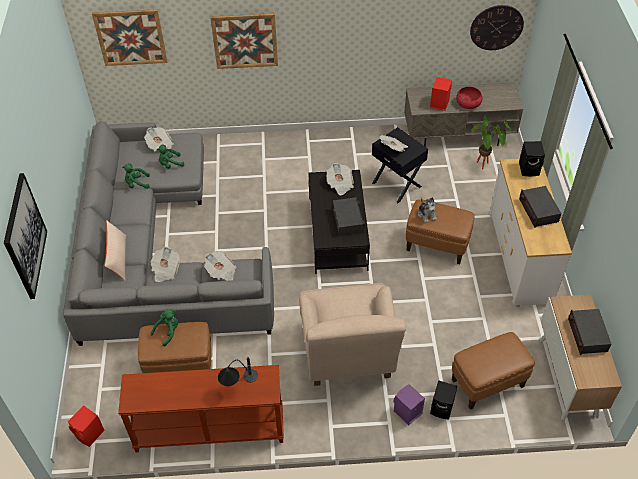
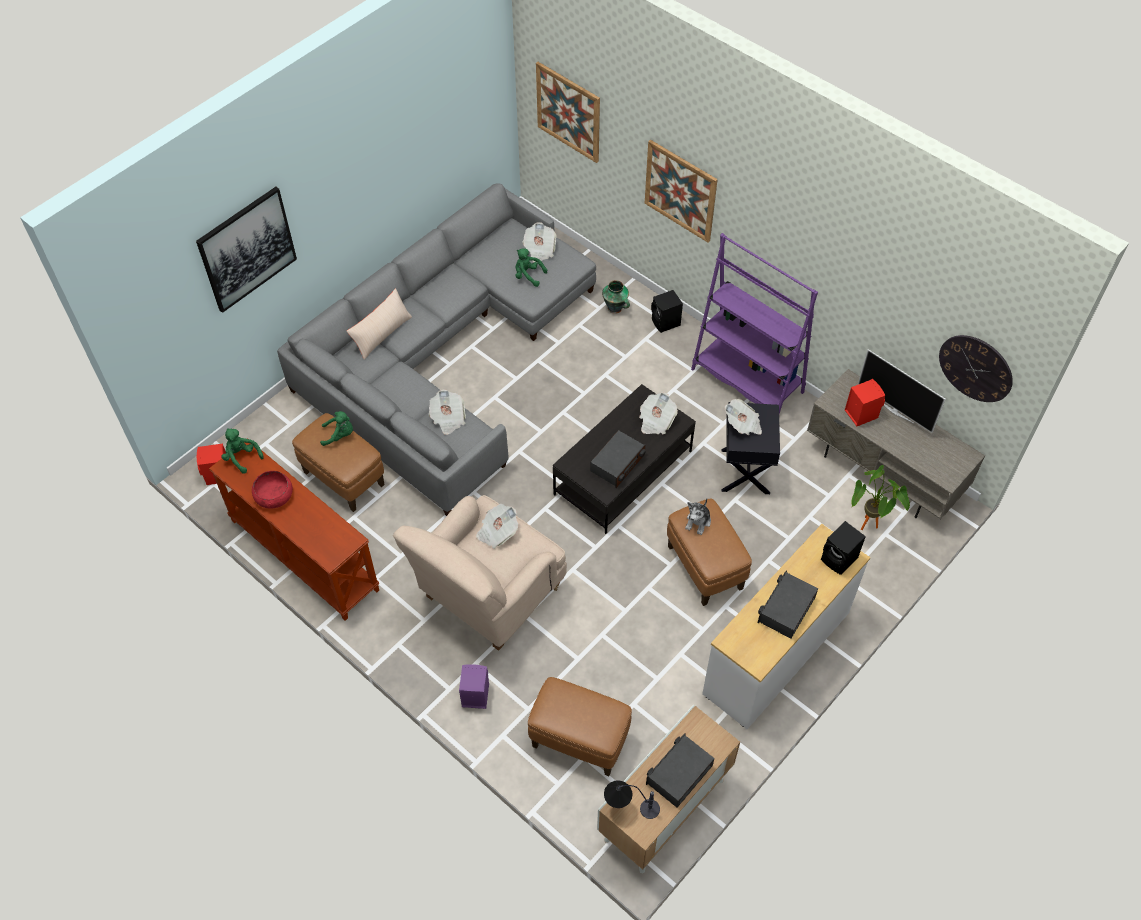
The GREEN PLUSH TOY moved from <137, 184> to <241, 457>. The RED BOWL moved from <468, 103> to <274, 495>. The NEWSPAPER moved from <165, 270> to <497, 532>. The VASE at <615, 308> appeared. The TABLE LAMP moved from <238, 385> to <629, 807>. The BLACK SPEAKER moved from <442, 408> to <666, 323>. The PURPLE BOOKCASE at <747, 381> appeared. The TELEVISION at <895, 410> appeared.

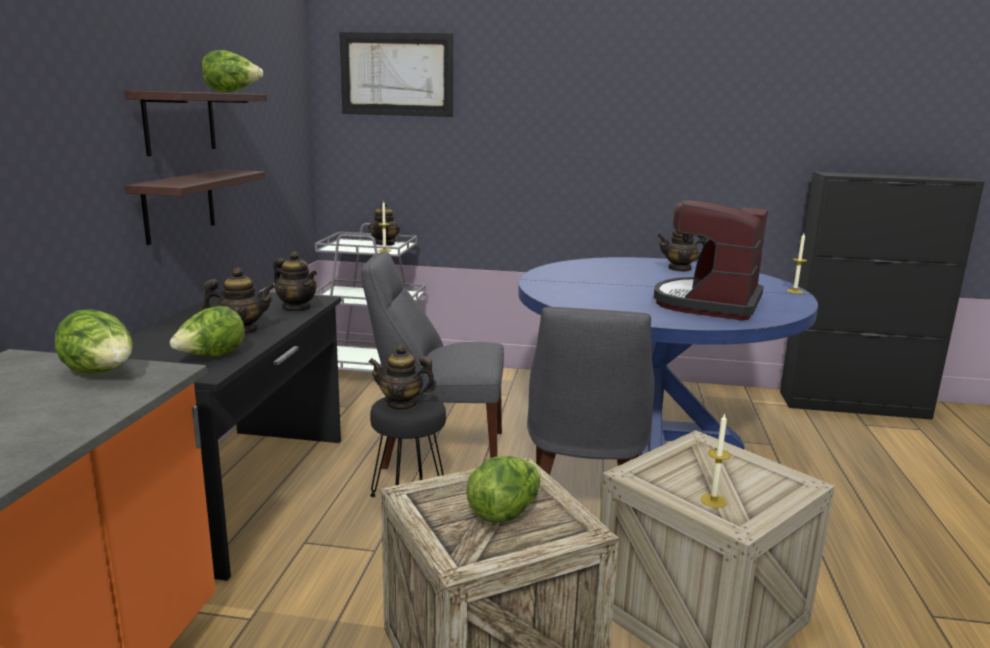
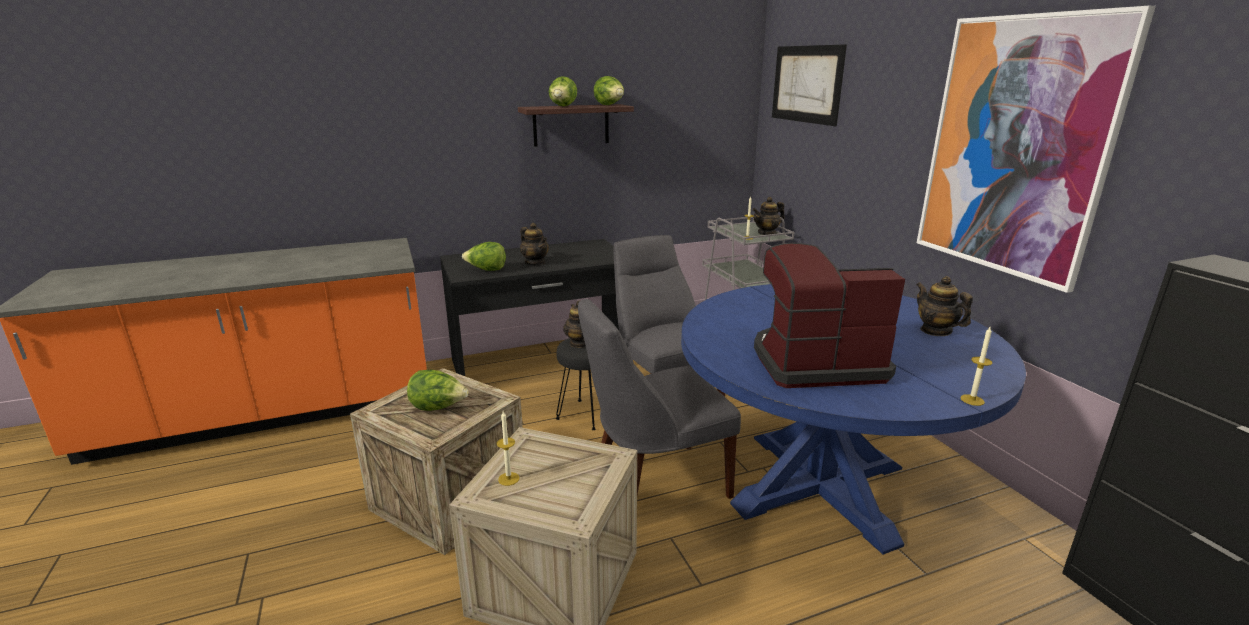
The LETTUCE moved from <101, 373> to <563, 106>. The PICTURE at <1015, 147> appeared. The SHELF at <179, 205> disappeared. The TEAPOT at <297, 308> disappeared.

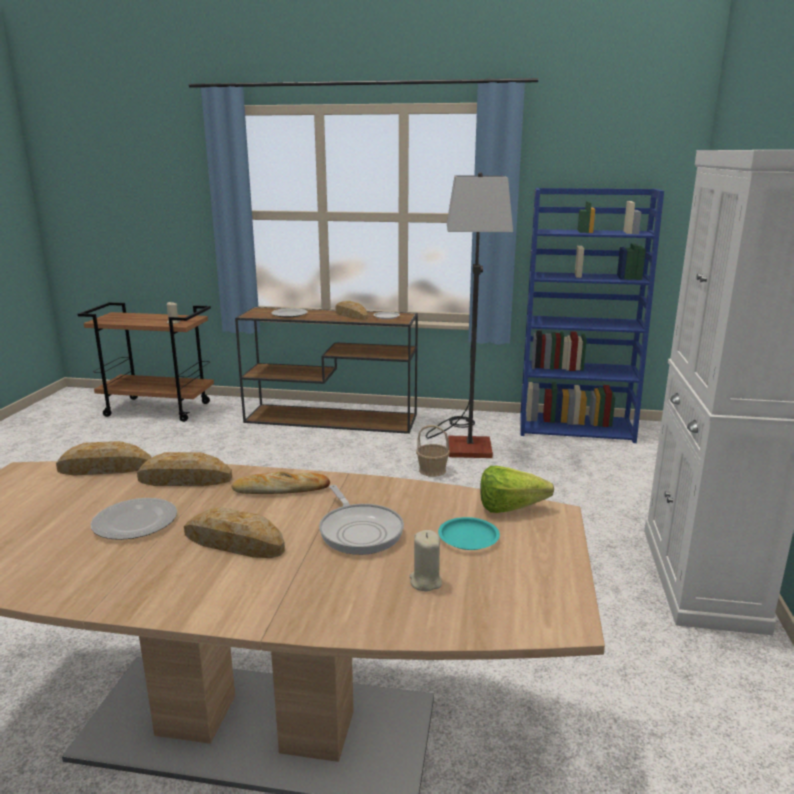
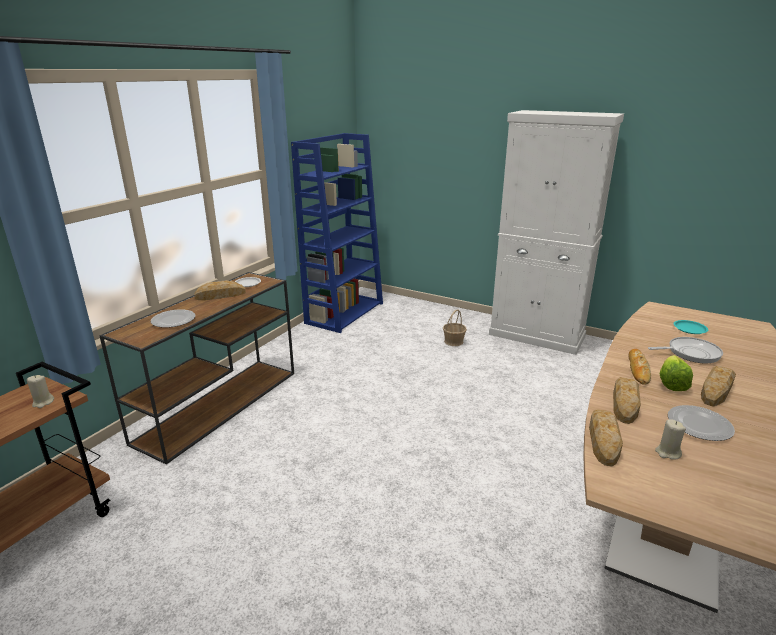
The BASKET moved from <432, 470> to <454, 341>. The BEIGE CANDLE moved from <425, 582> to <667, 453>. The LETTUCE moved from <516, 509> to <672, 382>. The FLOOR LAMP at <464, 442> disappeared.

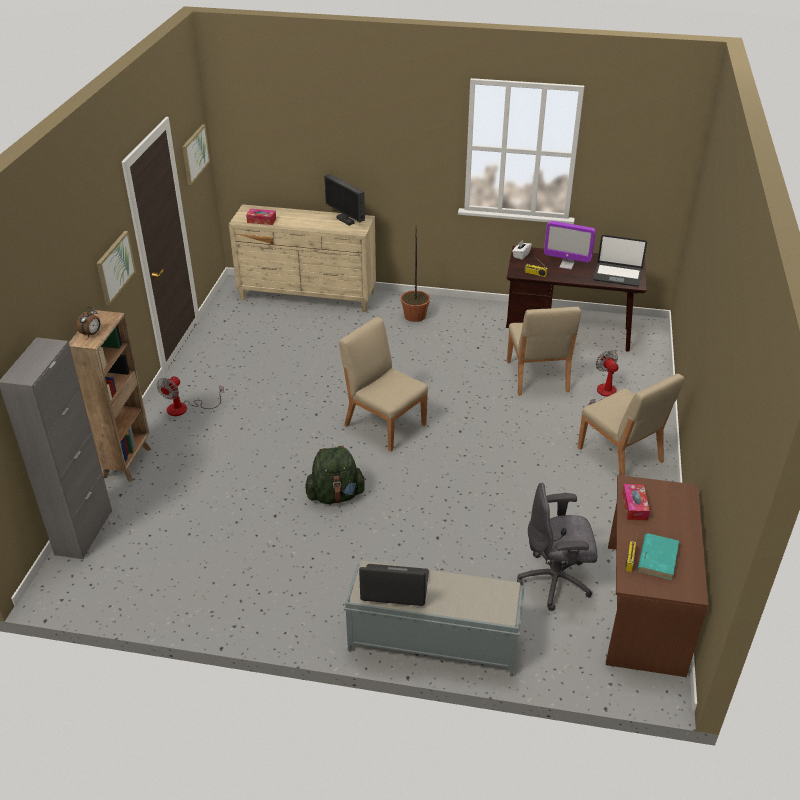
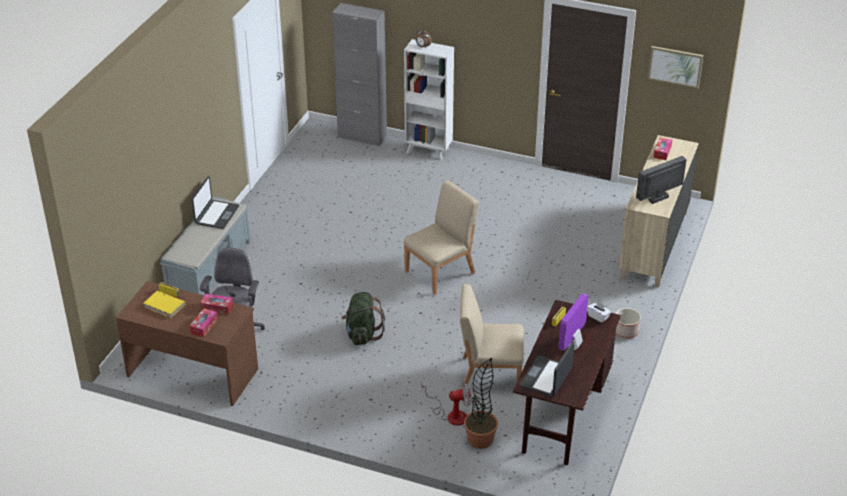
The TURQUOISE BOOK at <657, 558> became the YELLOW BOOK at <165, 306>. The TISSUE BOX at <204, 326> appeared. The GREEN BACKPACK moved from <335, 495> to <362, 334>. The BROWN BOOKCASE at <128, 462> became the WHITE BOOKCASE at <429, 151>. The POTTED PLANT moved from <415, 316> to <480, 440>. The PLANTER at <626, 331> appeared. The PICTURE at <115, 267> disappeared. The FAN at <185, 408> disappeared. The BEIGE CHAIR at <620, 455> disappeared.

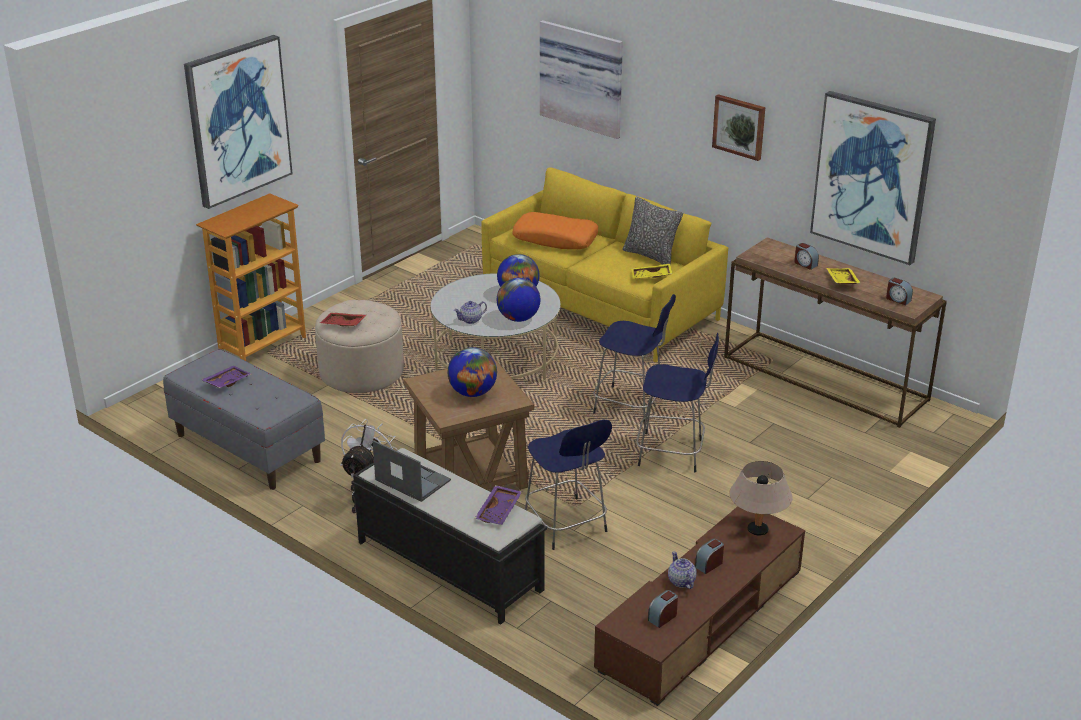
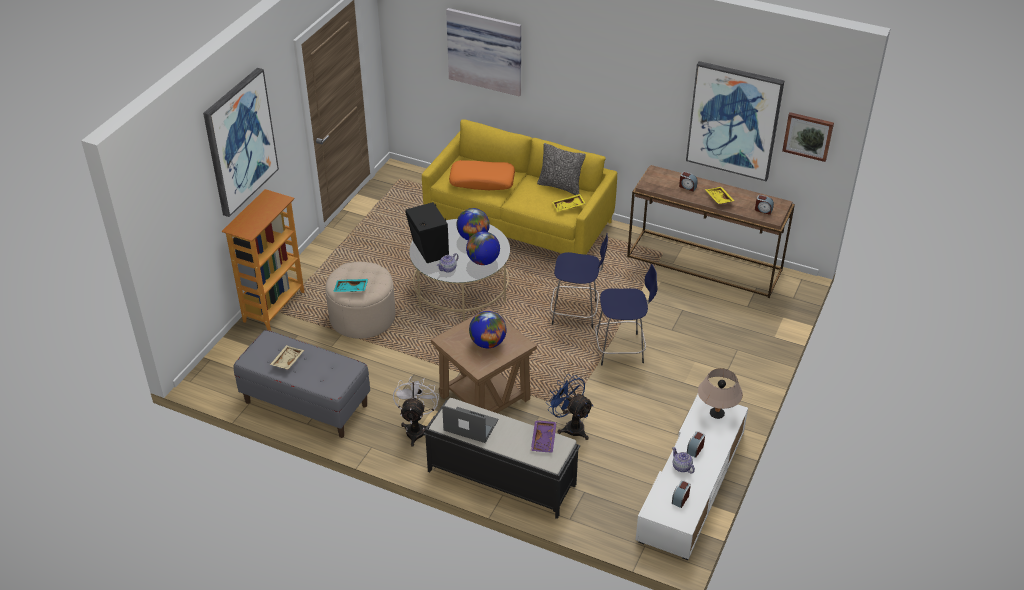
The PURPLE TRAY at <226, 382> became the BEIGE TRAY at <287, 361>. The RED TRAY at <343, 325> became the TURQUOISE TRAY at <351, 289>. The BLACK SPEAKER at <429, 250> appeared. The BLUE STOOL at <566, 525> was replaced by the BLUE FAN at <570, 426>. The BROWN TV STAND at <701, 619> became the WHITE TV STAND at <691, 485>. The PICTURE moved from <739, 126> to <808, 136>.

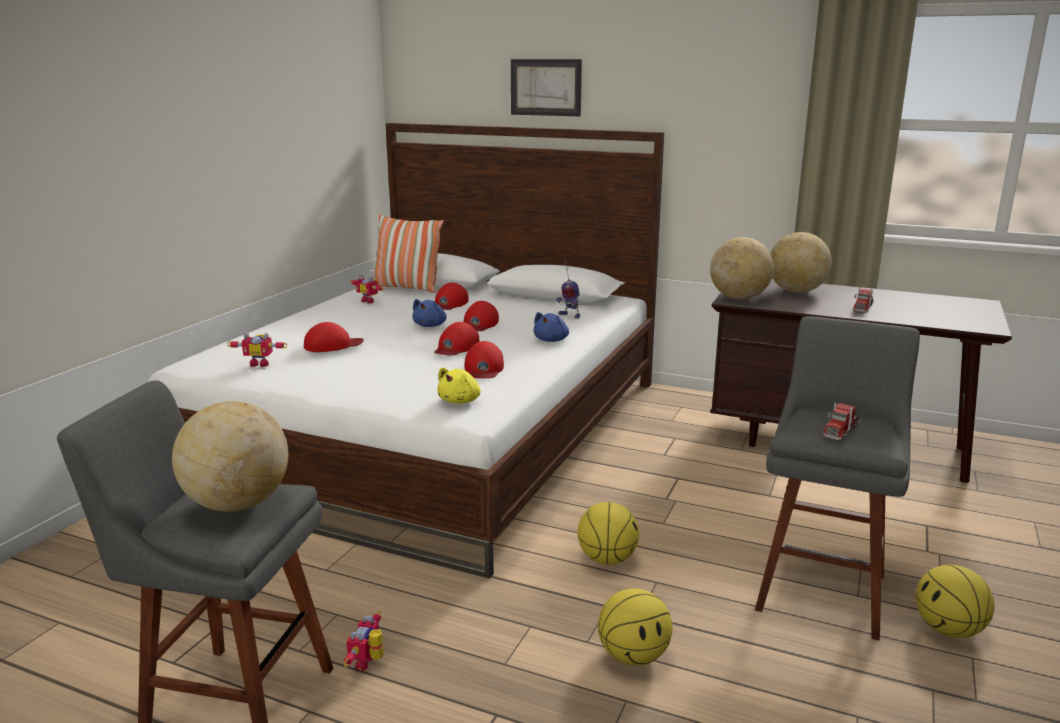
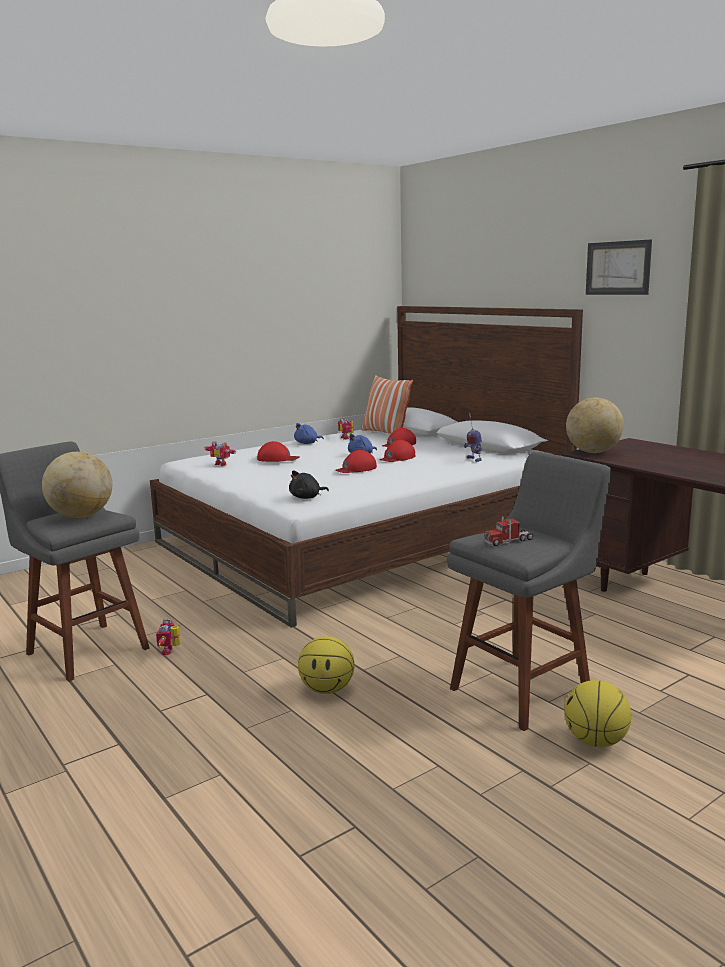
The TOY ROBOT at <369, 663> turned 45 degrees counterclockwise. The YELLOW PLUSH TOY at <460, 401> became the BLACK PLUSH TOY at <307, 497>. The BLUE PLUSH TOY moved from <552, 340> to <307, 443>. The PICTURE moved from <546, 87> to <618, 268>. The RED CAP at <484, 368> disappeared. The BASKETBALL at <607, 559> disappeared. The GLOBE at <796, 291> disappeared. The TOY TRUCK at <863, 307> disappeared.

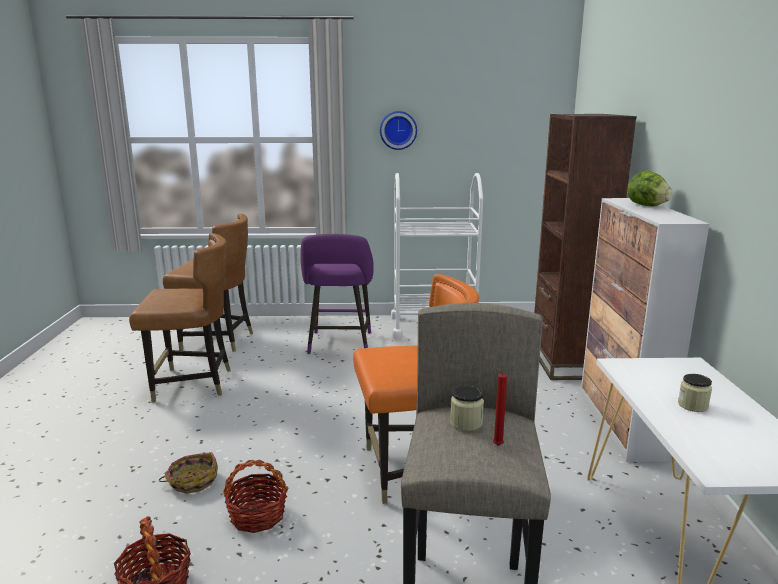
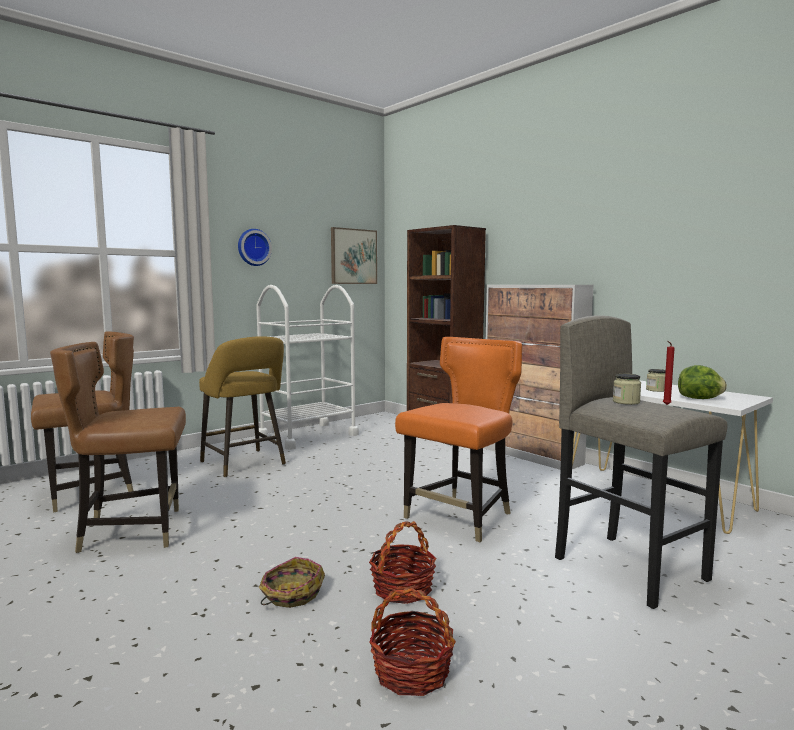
The BROWN CHAIR at <192, 384> turned 150 degrees counterclockwise. The PURPLE STOOL at <339, 345> became the YELLOW STOOL at <245, 464>. The PICTURE at <353, 256> appeared. The LETTUCE moved from <646, 206> to <700, 399>.

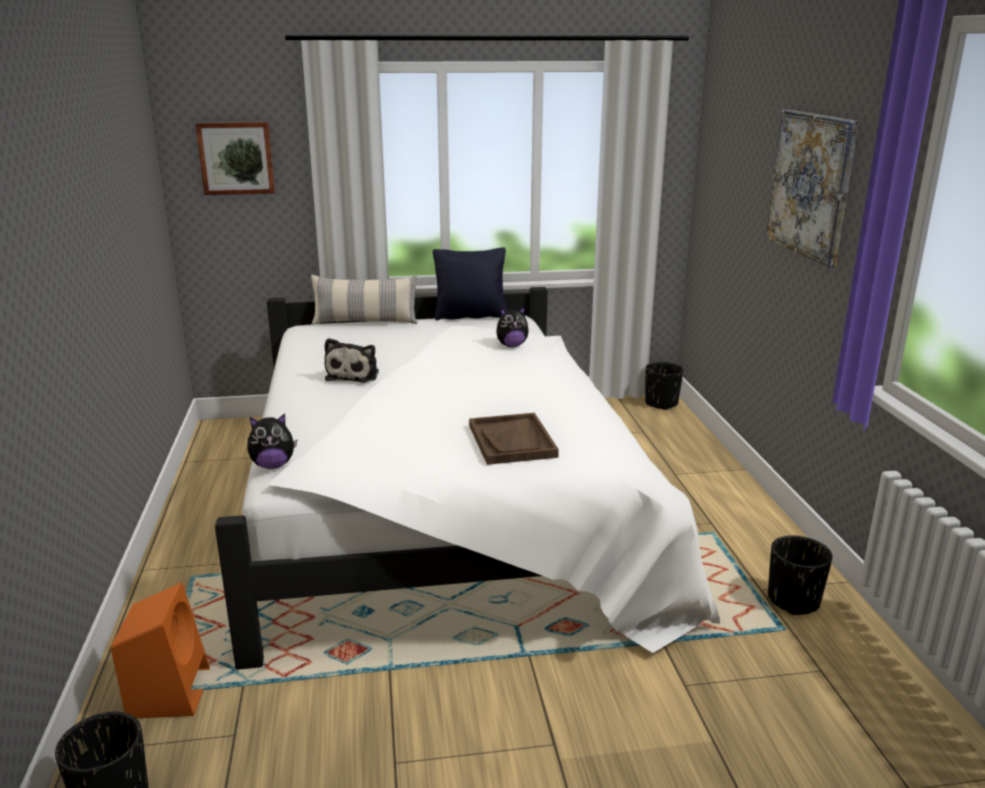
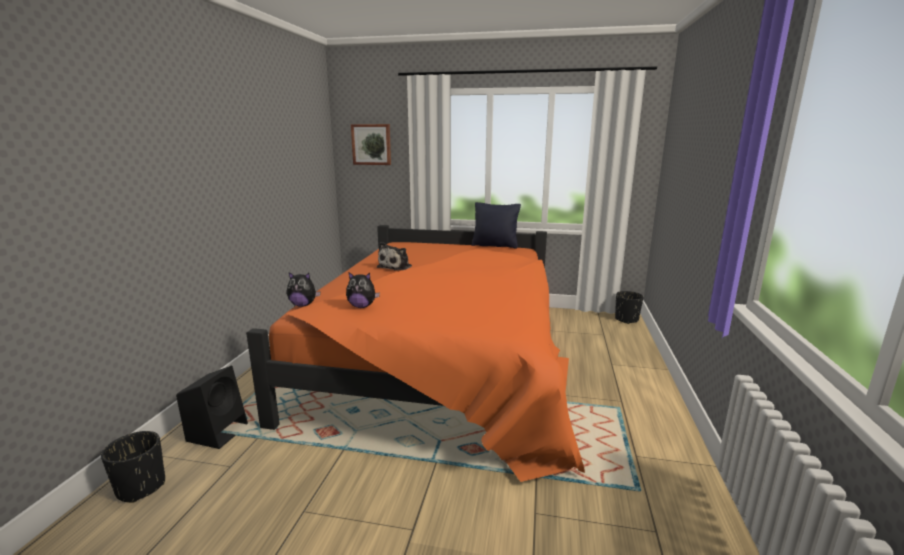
The ORANGE SPEAKER at <169, 691> became the BLACK SPEAKER at <218, 432>. The WHITE BED at <446, 513> became the ORANGE BED at <442, 362>. The PLUSH TOY moved from <511, 345> to <362, 306>. The PILLOW at <365, 322> disappeared. The BROWN TRAY at <512, 441> disappeared. The PICTURE at <811, 185> disappeared. The BLACK PLANTER at <793, 601> disappeared.

